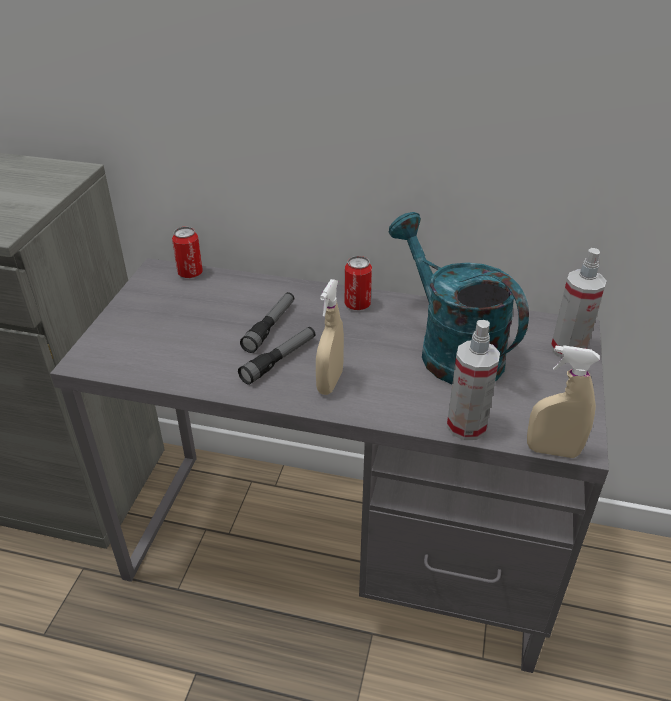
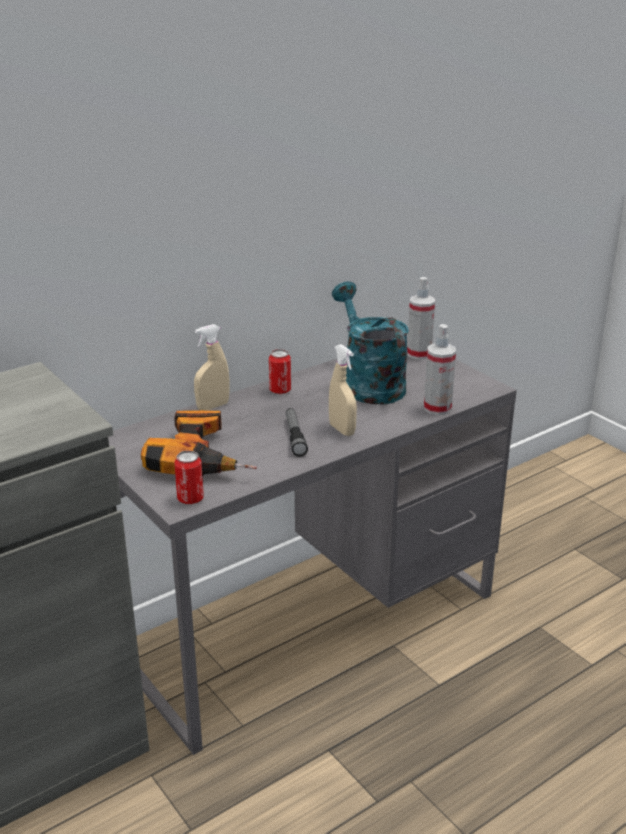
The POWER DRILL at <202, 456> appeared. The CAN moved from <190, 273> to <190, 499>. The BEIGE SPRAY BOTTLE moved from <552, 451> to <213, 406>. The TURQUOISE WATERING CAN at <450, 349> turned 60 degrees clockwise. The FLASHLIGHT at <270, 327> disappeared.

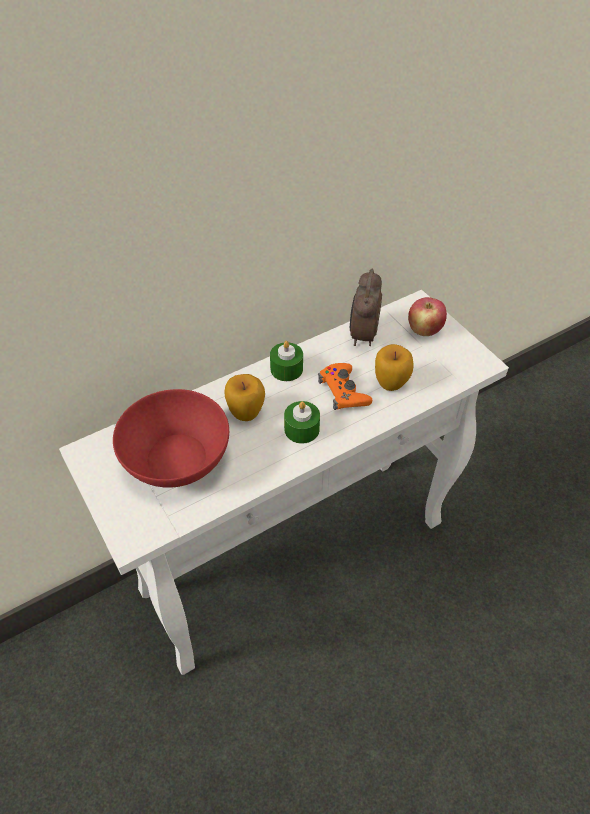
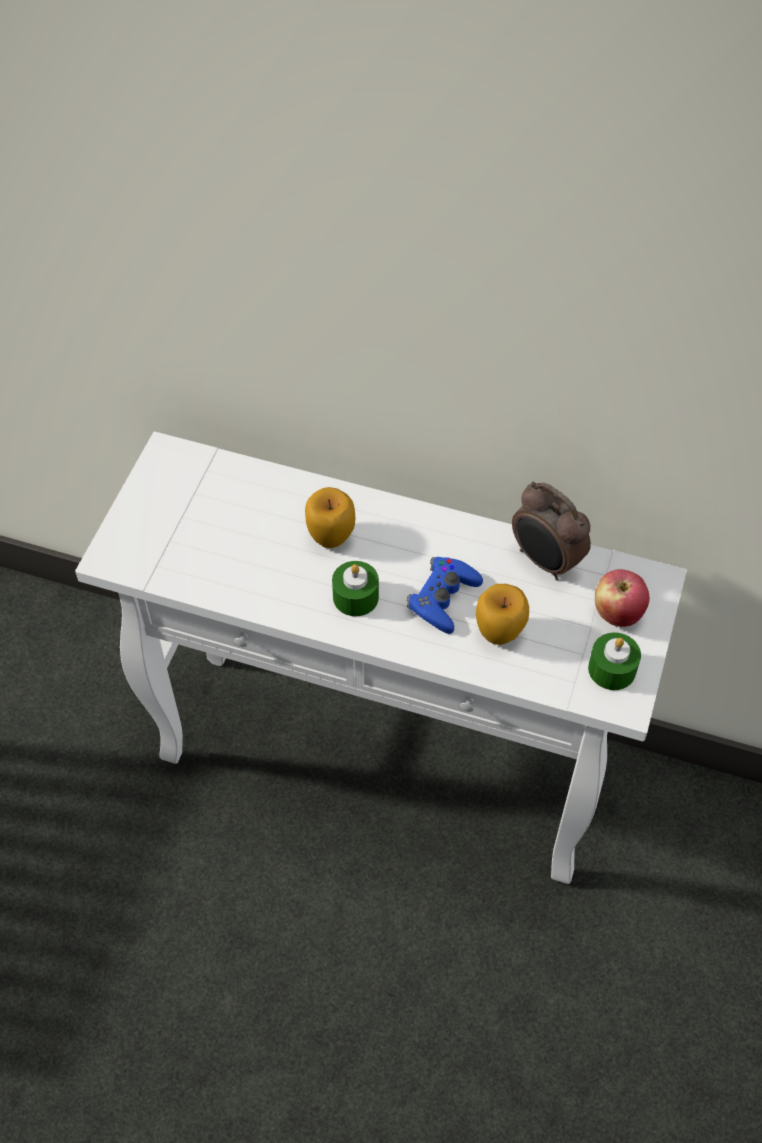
The ORANGE GAME CONTROLLER at <343, 391> became the BLUE GAME CONTROLLER at <443, 598>. The ALARM CLOCK at <362, 335> turned 105 degrees counterclockwise. The GREEN CANDLE moved from <286, 369> to <612, 669>. The RED BOWL at <177, 458> disappeared.

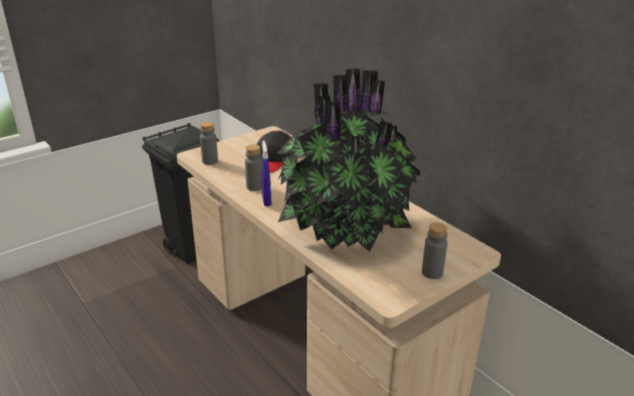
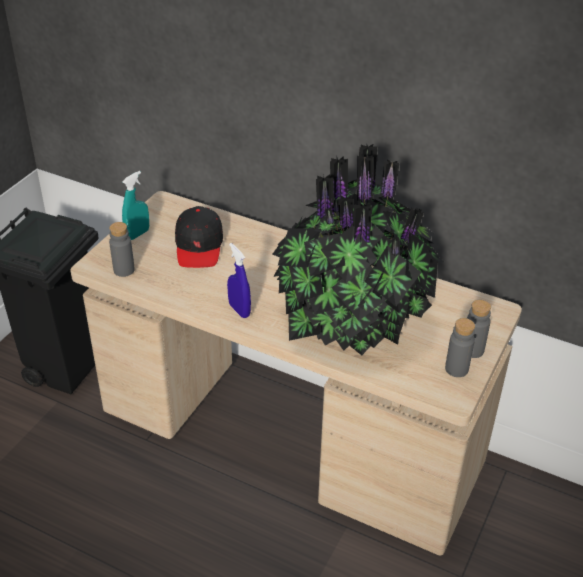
The TURQUOISE SPRAY BOTTLE at <137, 234> appeared. The GREY BOTTLE moved from <255, 187> to <456, 369>.

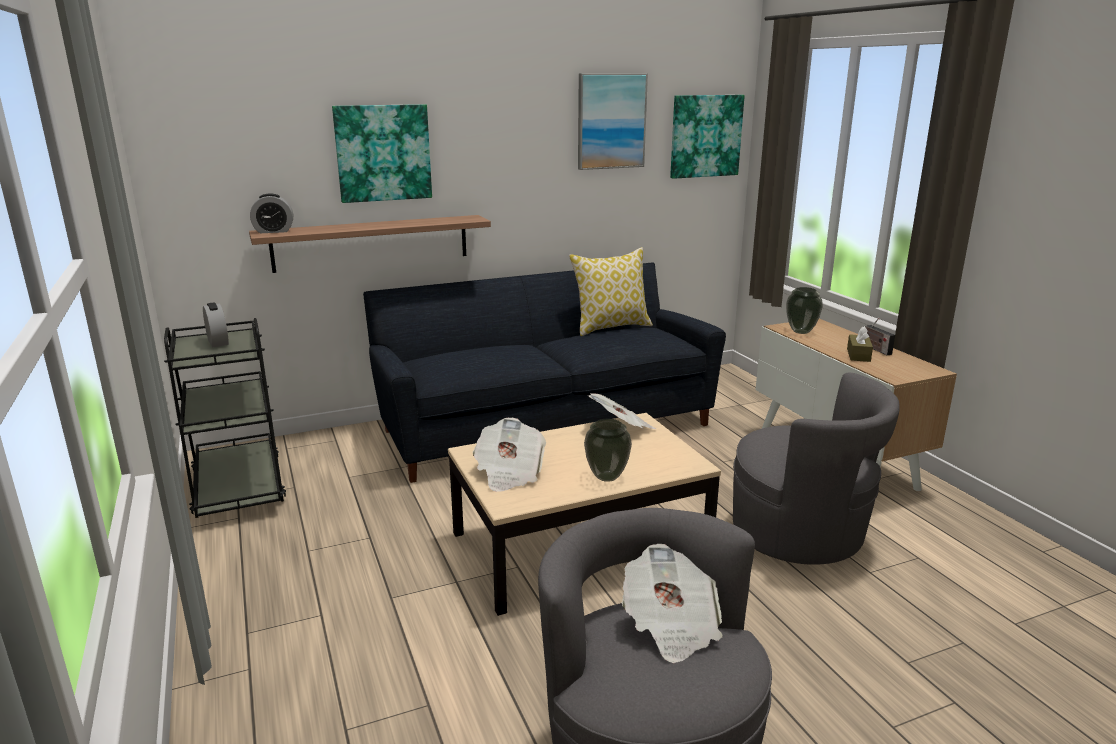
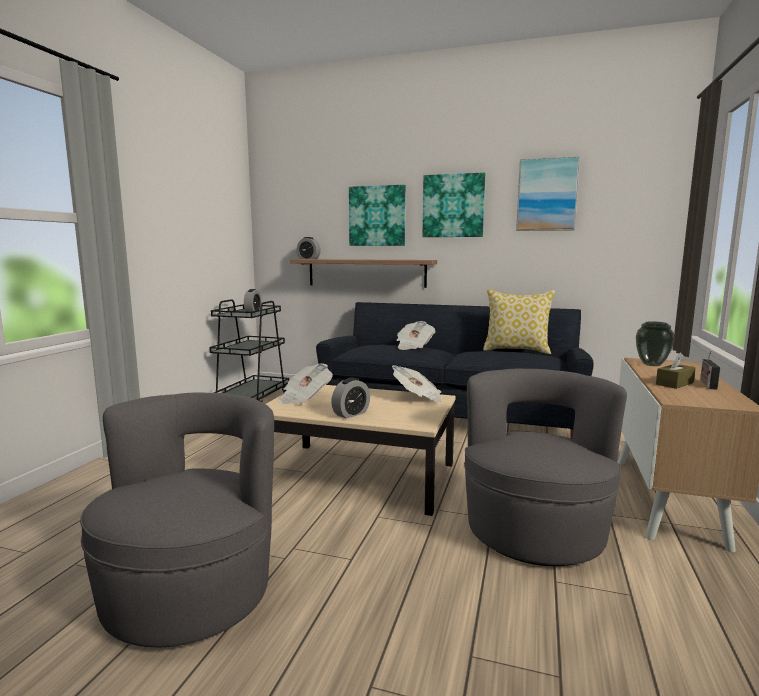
The VASE at <606, 477> was replaced by the ALARM CLOCK at <351, 414>. The NEWSPAPER moved from <670, 625> to <413, 346>. The PICTURE moved from <705, 136> to <453, 206>. The GREY ARMCHAIR at <800, 533> turned 150 degrees counterclockwise.

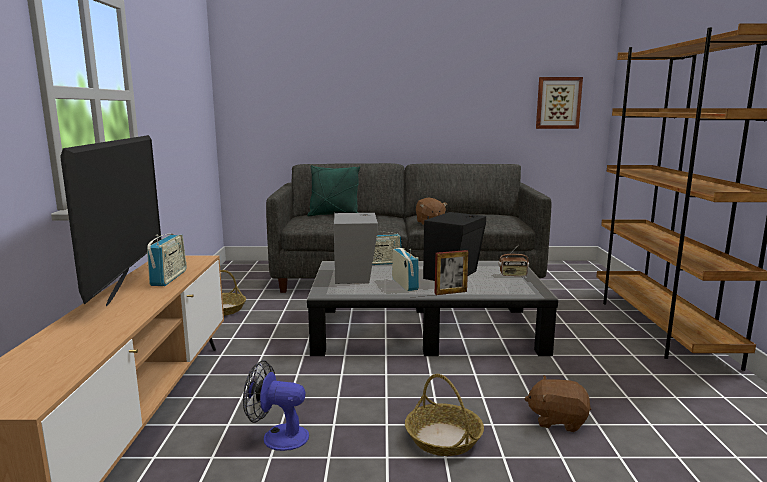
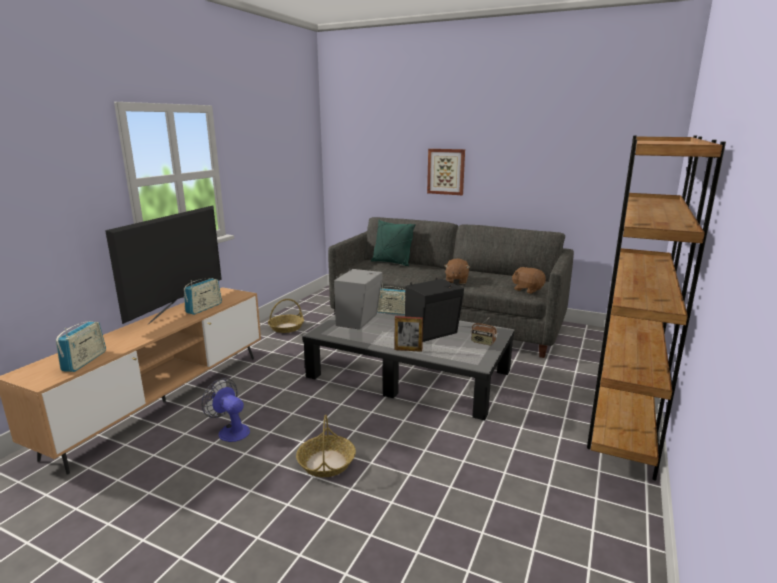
The RADIO moved from <404, 284> to <85, 361>. The PICTURE moved from <558, 103> to <446, 171>. The BROWN PLUSH TOY moved from <557, 420> to <527, 289>.

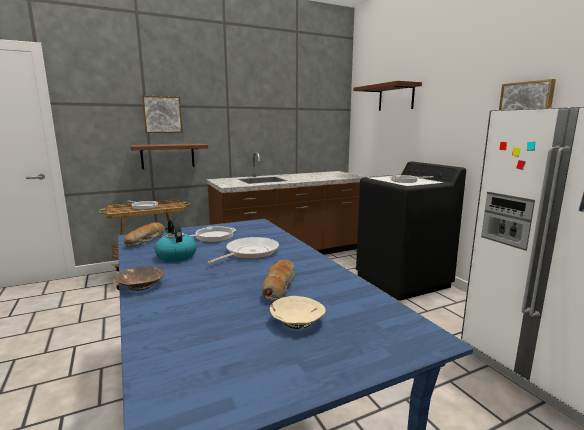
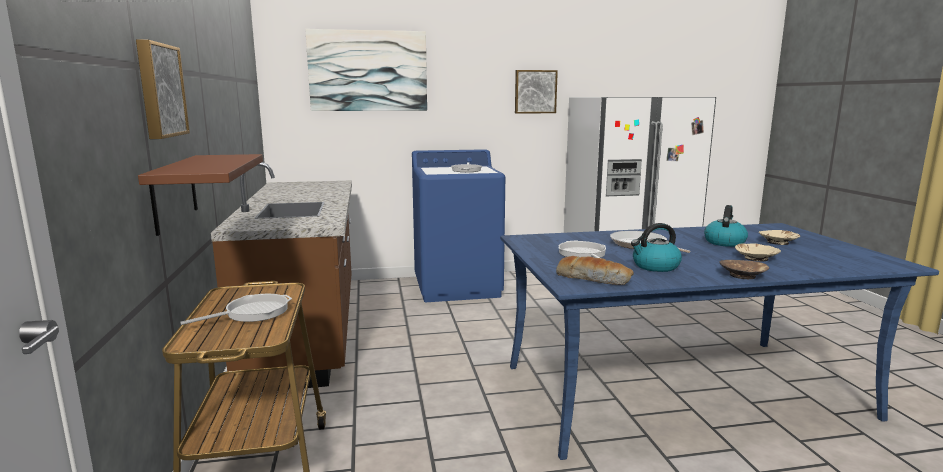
The BROWN SHELF at <396, 97> was replaced by the PICTURE at <368, 71>. The BLACK WASHING MACHINE at <402, 281> became the BLUE WASHING MACHINE at <457, 286>. The BREAD at <279, 287> was replaced by the KETTLE at <724, 242>. The BEIGE BOWL at <756, 258> appeared.

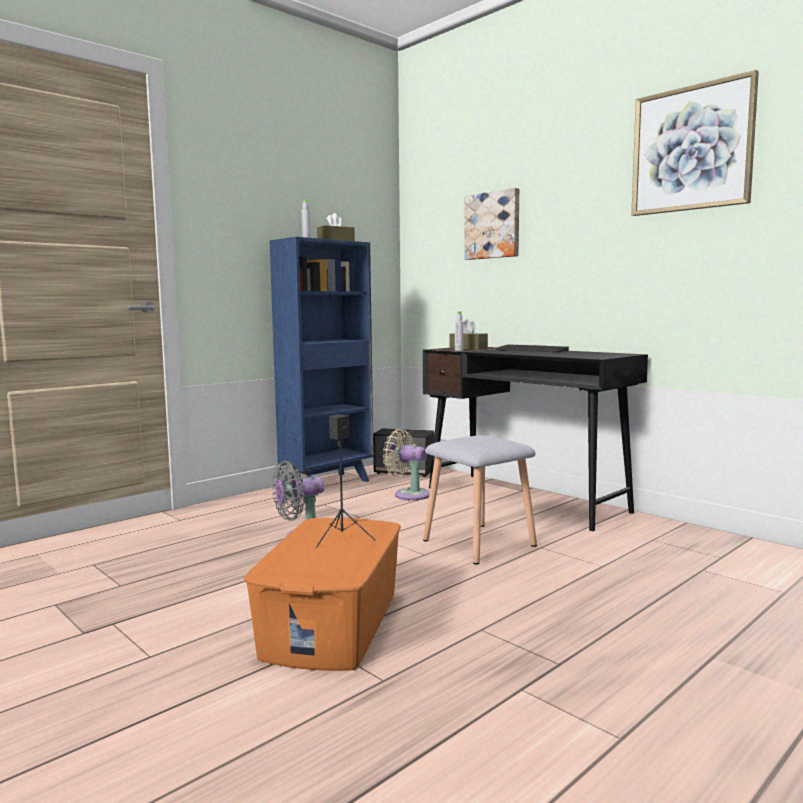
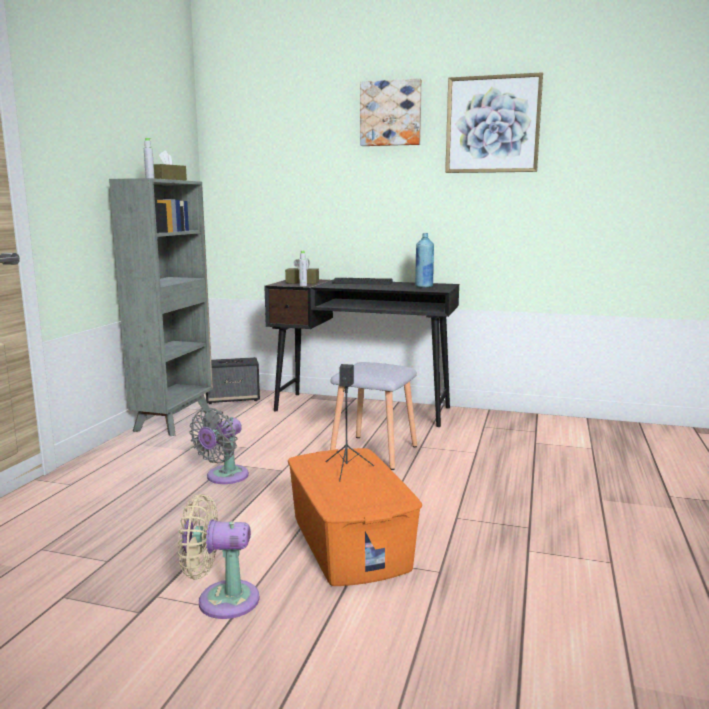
The BLUE BOOKCASE at <328, 483> became the GREY BOOKCASE at <175, 421>. The BEIGE FAN moved from <408, 494> to <221, 600>. The PICTURE moved from <493, 225> to <391, 113>. The BLUE BOTTLE at <424, 286> appeared.

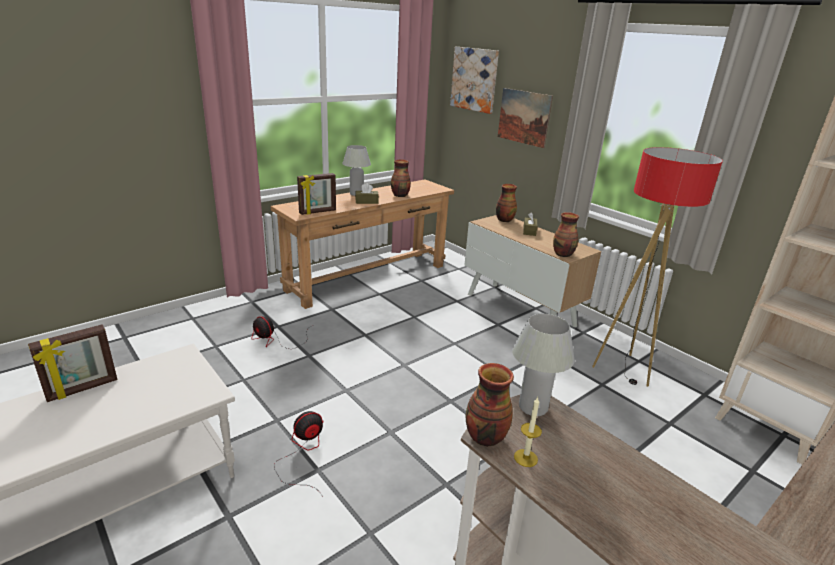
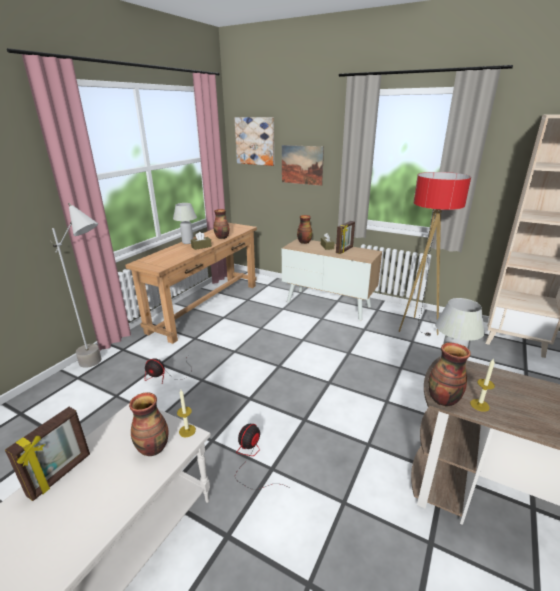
The GREY FLOOR LAMP at <103, 365> appeared. The VASE moved from <563, 254> to <154, 448>. The CANDLE at <187, 431> appeared. The PICTURE FRAME moved from <318, 212> to <344, 250>.

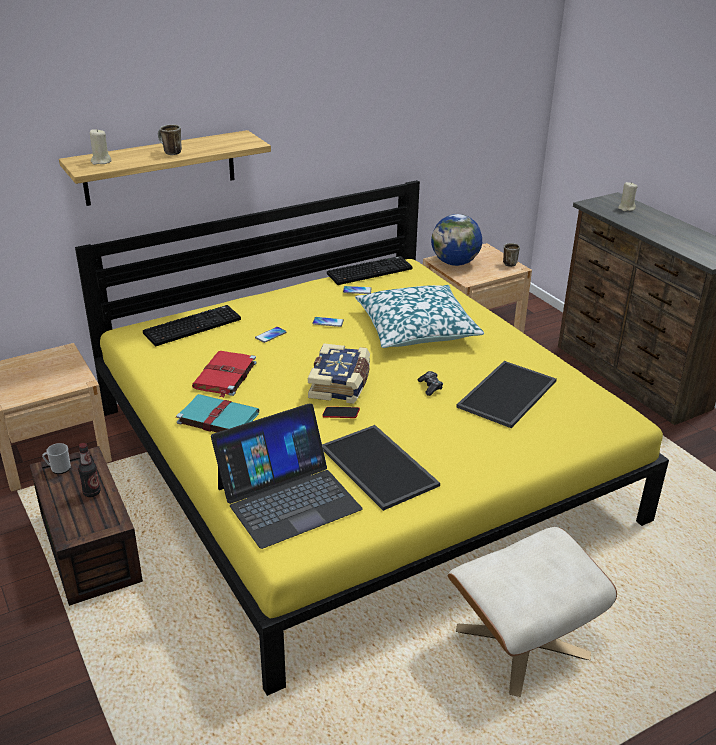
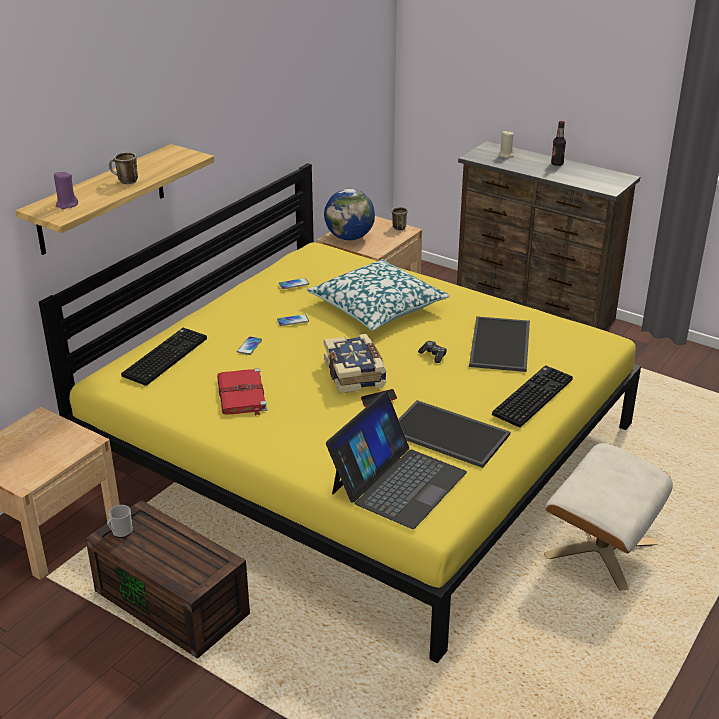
The BEIGE CANDLE at <101, 161> became the PURPLE CANDLE at <66, 205>. The KEYBOARD moved from <370, 271> to <532, 396>. The BOTTLE moved from <92, 493> to <557, 164>. The TURQUOISE BOOK at <216, 418> disappeared.

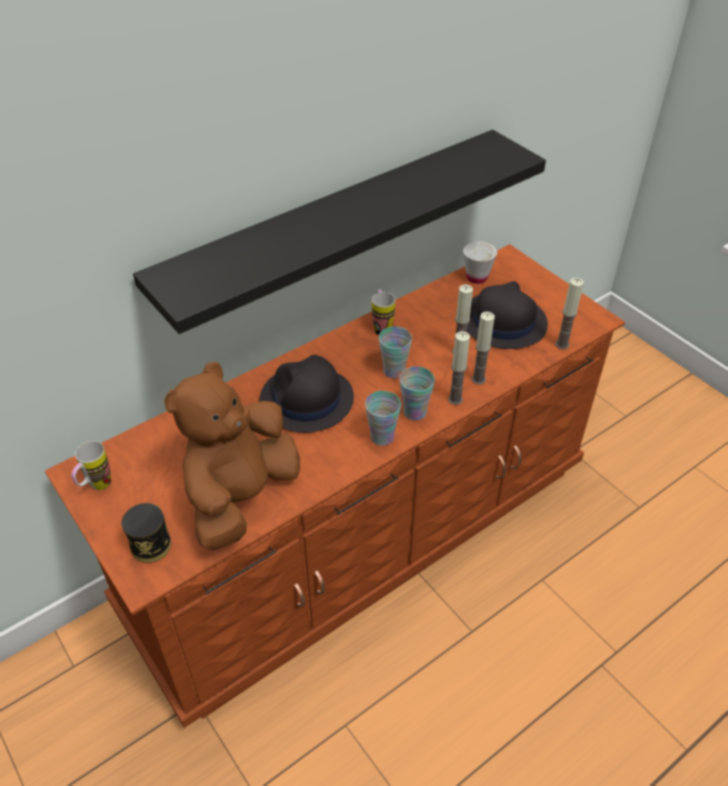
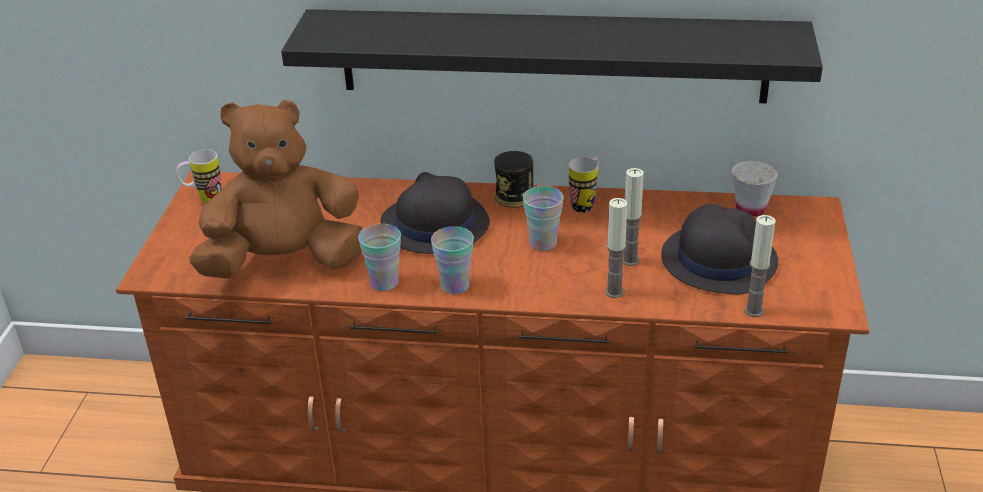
The CUP moved from <415, 412> to <384, 282>. The CAN moved from <151, 545> to <514, 196>. The CANDLE at <455, 399> disappeared.

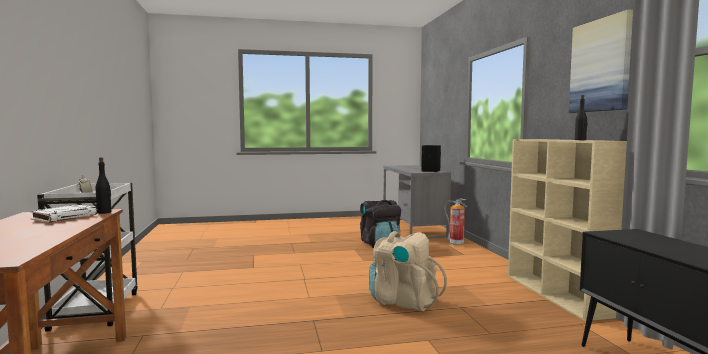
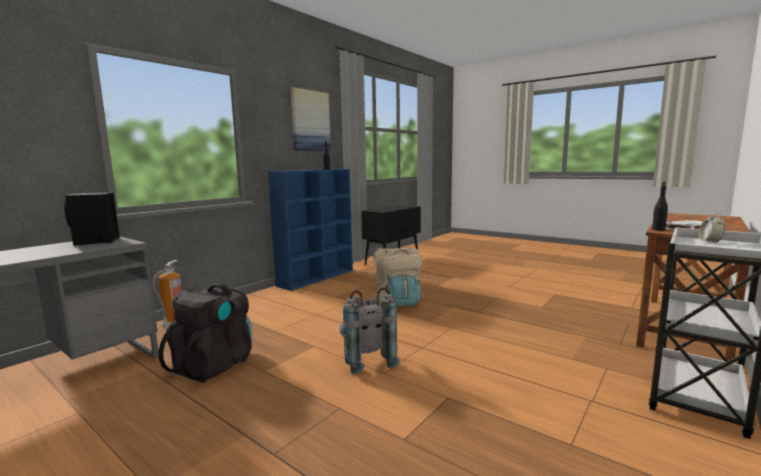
The BEIGE BOOKCASE at <556, 295> became the BLUE BOOKCASE at <317, 277>. The GREY BACKPACK at <366, 360> appeared.

